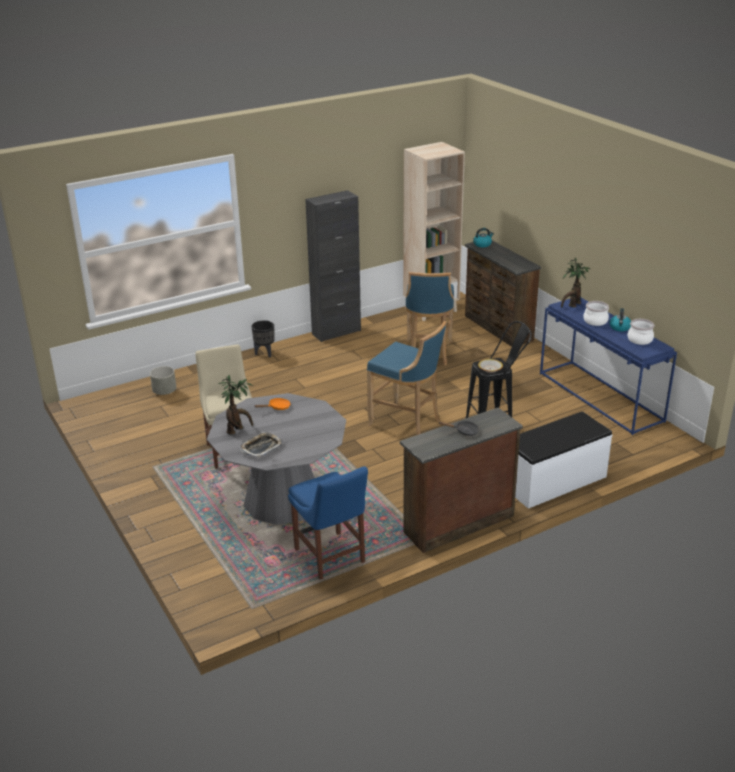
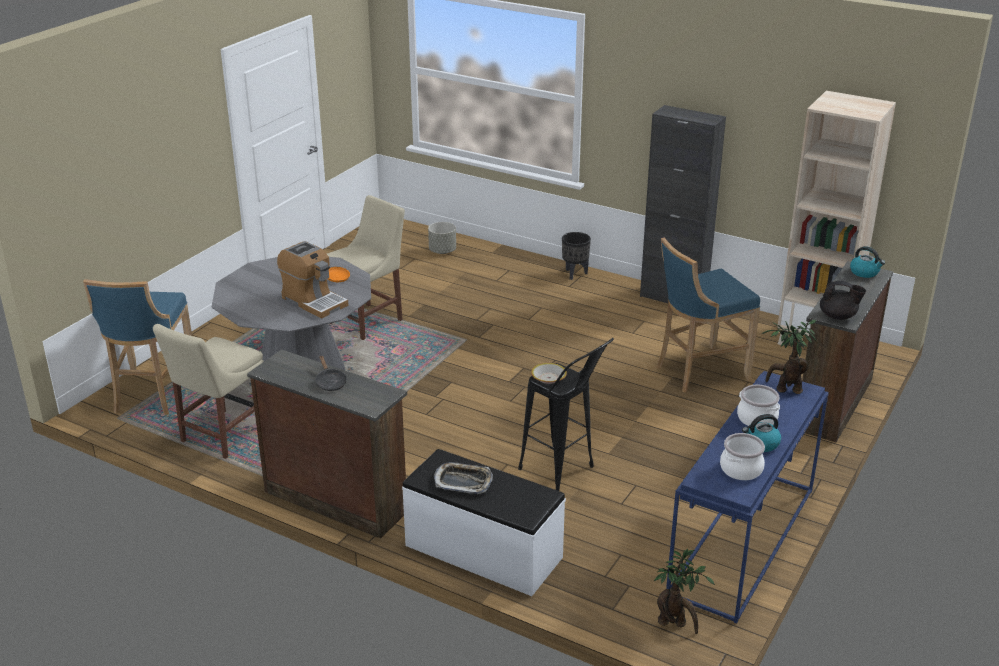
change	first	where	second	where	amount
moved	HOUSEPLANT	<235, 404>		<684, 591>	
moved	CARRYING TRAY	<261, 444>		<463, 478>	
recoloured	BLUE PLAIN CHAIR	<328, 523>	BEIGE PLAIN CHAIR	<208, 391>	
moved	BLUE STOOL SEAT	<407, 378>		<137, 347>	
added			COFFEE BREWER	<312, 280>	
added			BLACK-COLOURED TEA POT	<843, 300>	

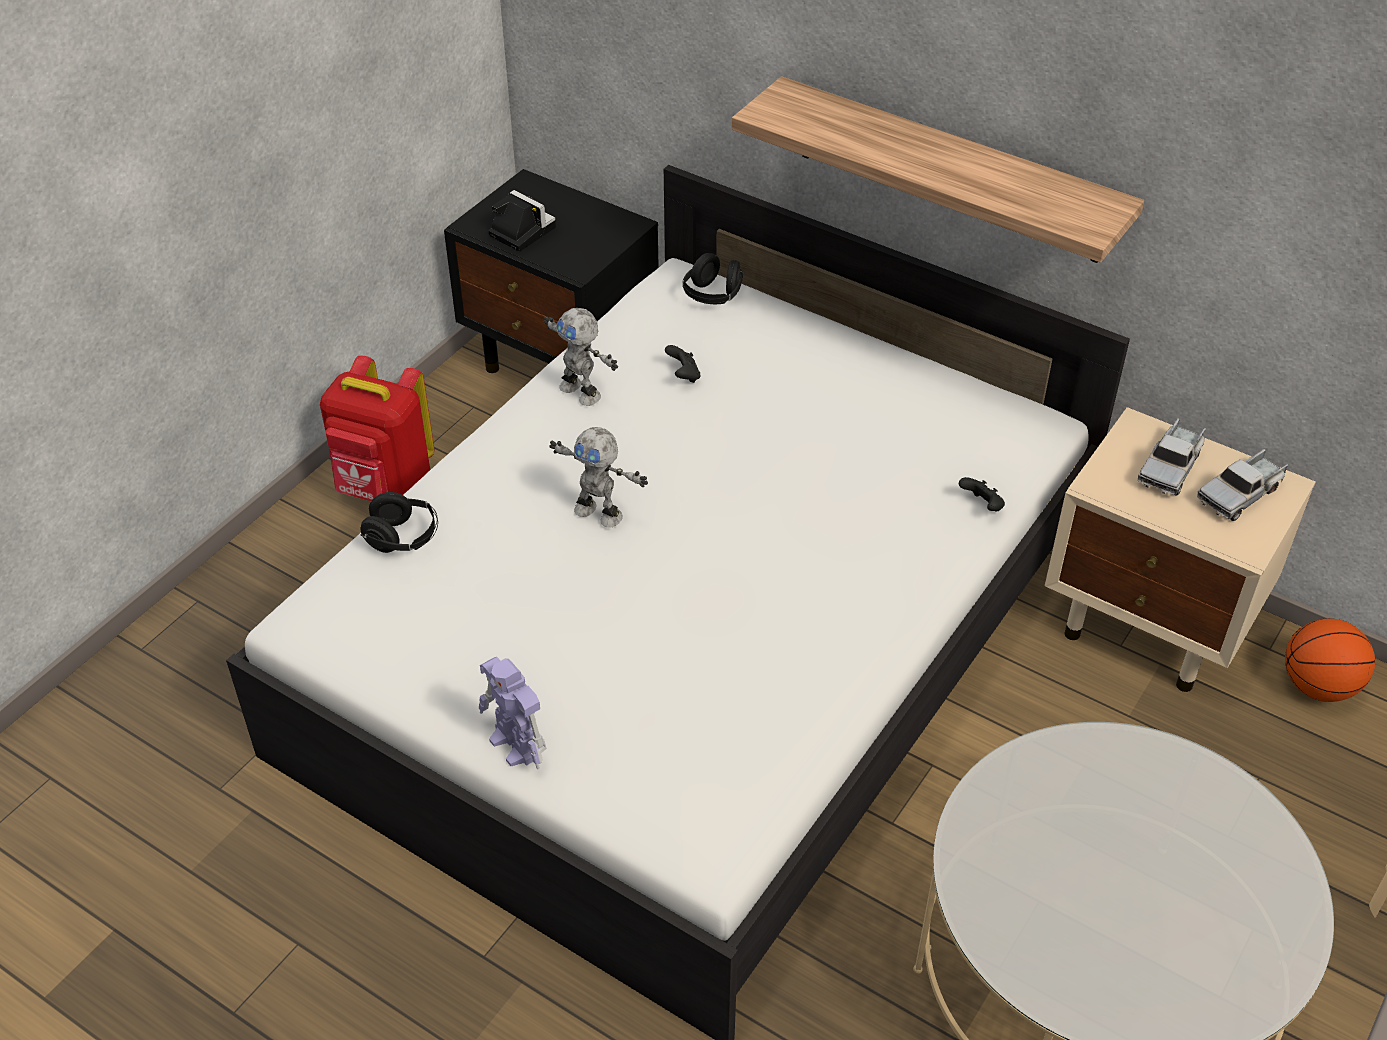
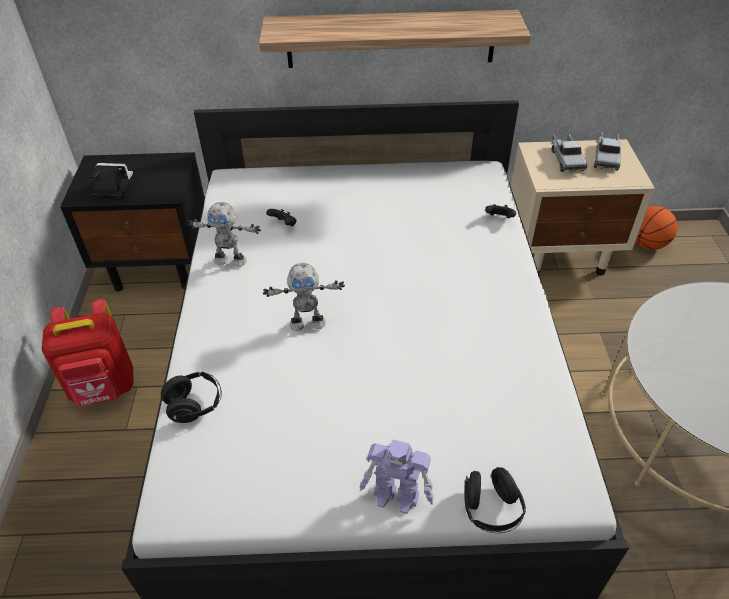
change	first	where	second	where	amount
moved	BLACK-COLOURED HEADSET	<712, 278>		<495, 500>	

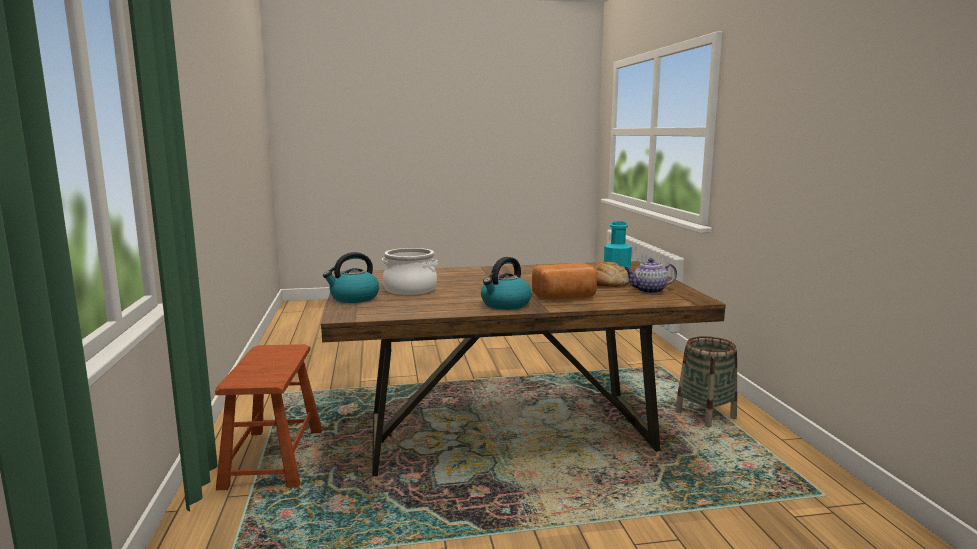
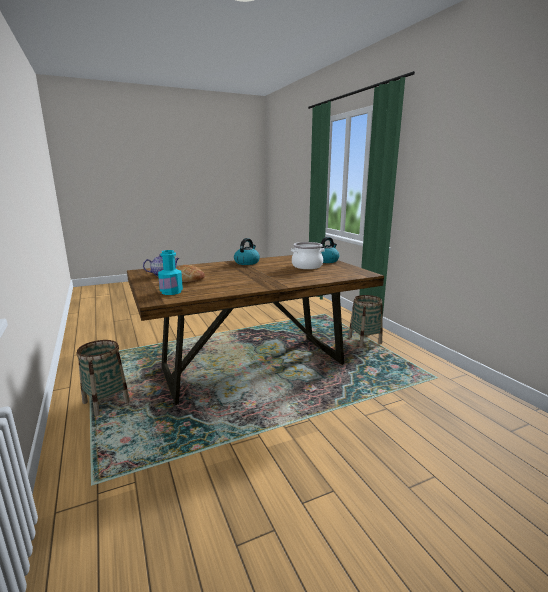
change	first	where	second	where	amount
replaced	BROWN STOOL SEAT	<268, 417>	HOUSEHOLD BASKET	<365, 321>	
removed	BREAD	<564, 281>			

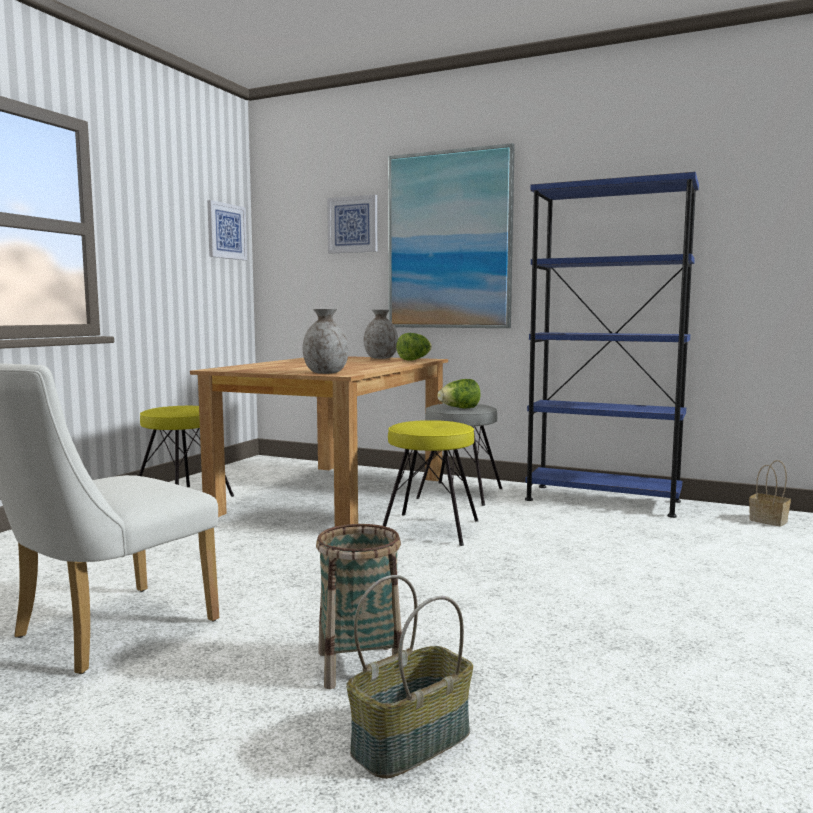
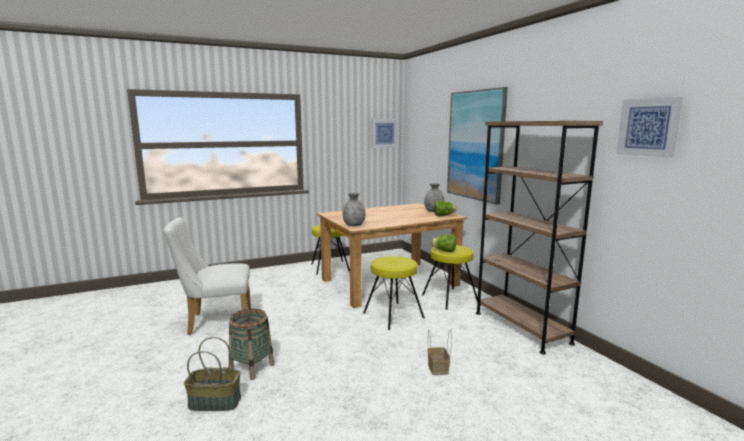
change	first	where	second	where	amount
moved	PICTURE	<352, 224>		<649, 127>	
recoloured	GRAY STOOL SEAT	<459, 455>	YELLOW STOOL SEAT	<450, 277>	
recoloured	BLUE BOOKCASE	<612, 345>	BROWN BOOKCASE	<539, 238>	
moved	HOUSEHOLD BASKET	<770, 493>		<440, 352>	

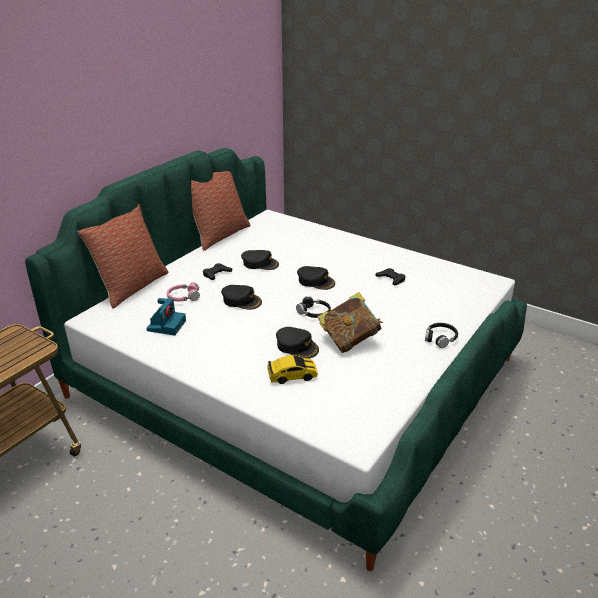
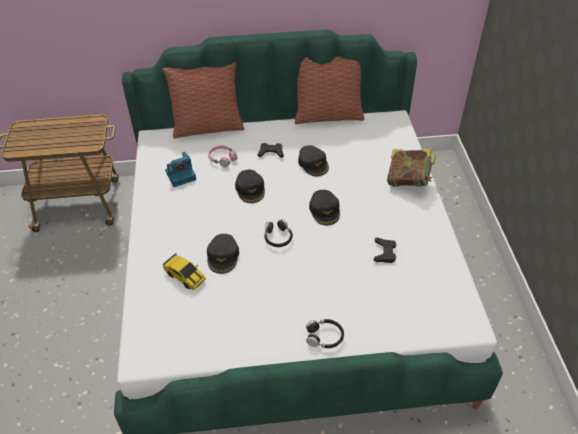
change	first	where	second	where	amount
moved	BOOK	<350, 322>		<411, 168>	

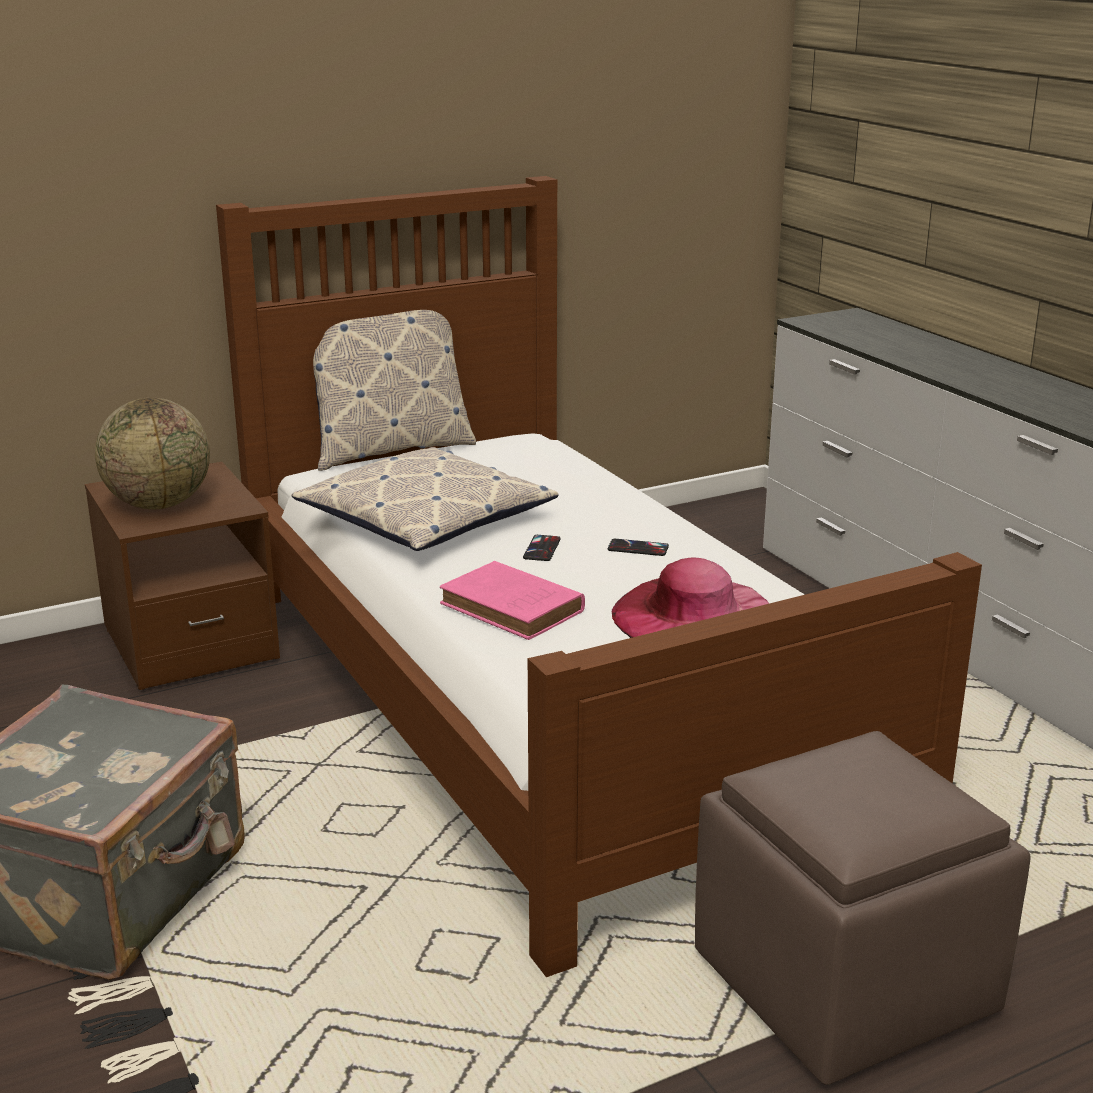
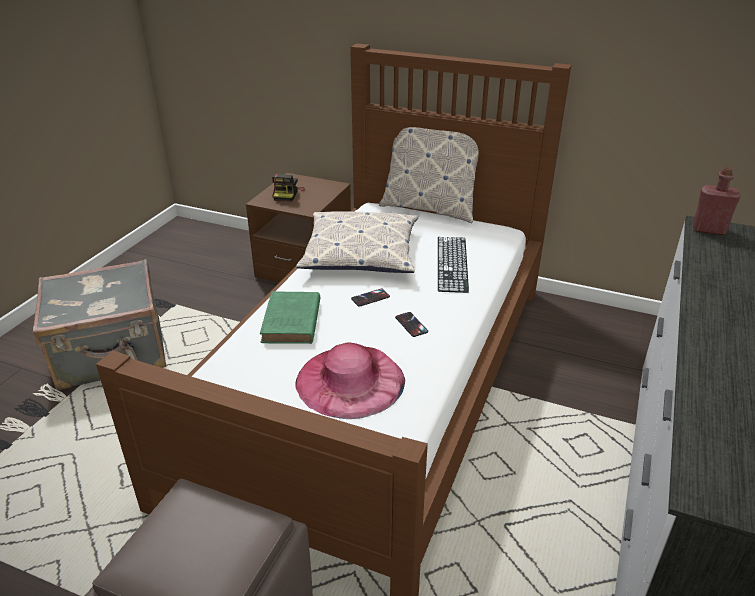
change	first	where	second	where	amount
replaced	WORLD GLOBE	<152, 453>	STILL CAMERA	<288, 188>	
recoloured	PINK-COLOURED BOOK	<512, 600>	GREEN BOOK	<290, 317>	
added			PC KEYBOARD	<453, 265>	
added			RED BOTTLE	<717, 201>	

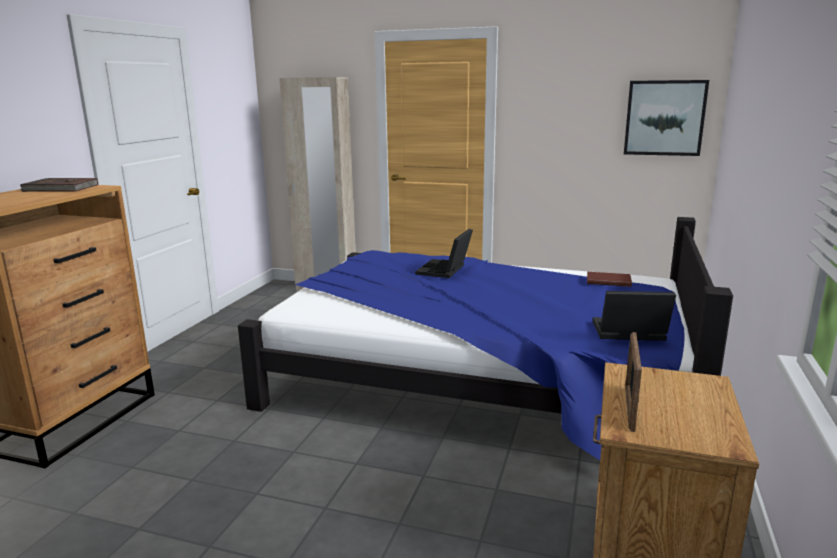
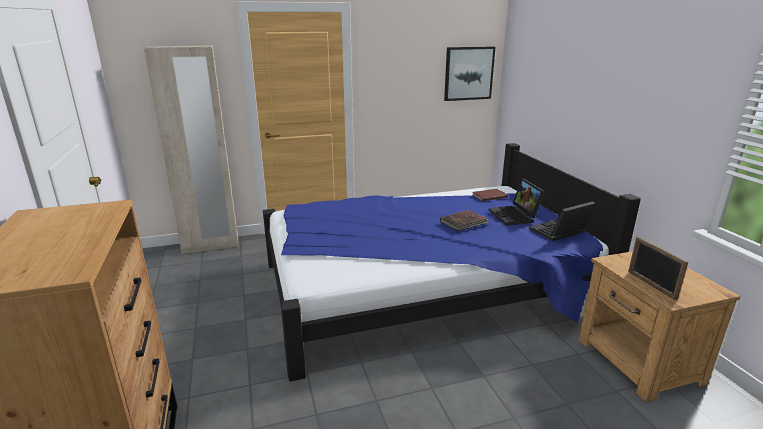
change	first	where	second	where	amount
moved	BROWN BOOK	<59, 185>		<464, 220>	
moved	PORTABLE COMPUTER	<444, 253>		<517, 202>	

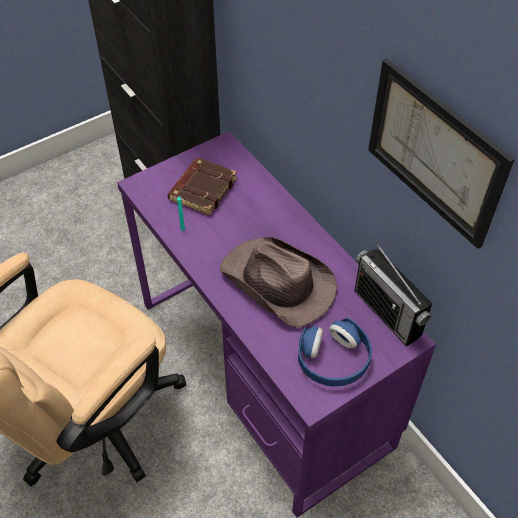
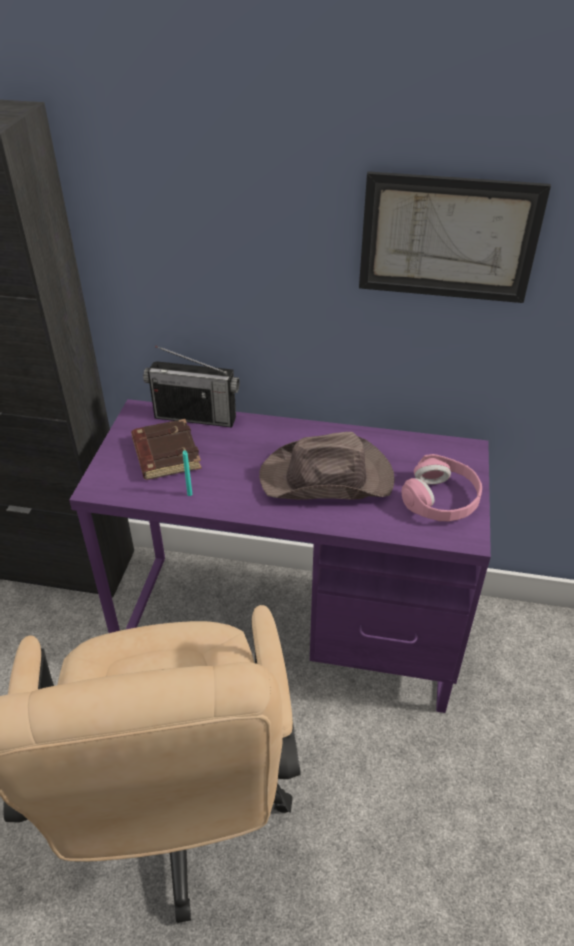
change	first	where	second	where	amount
recoloured	BLUE HEADSET	<335, 352>	PINK-COLOURED HEADSET	<441, 487>	
moved	RADIO RECEIVER	<393, 294>		<191, 387>	

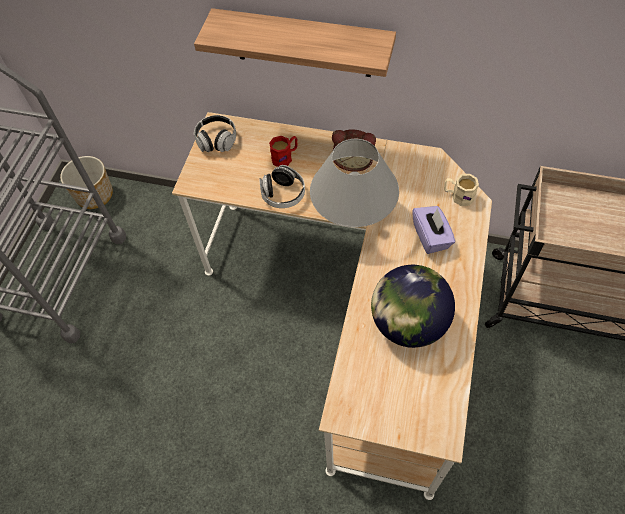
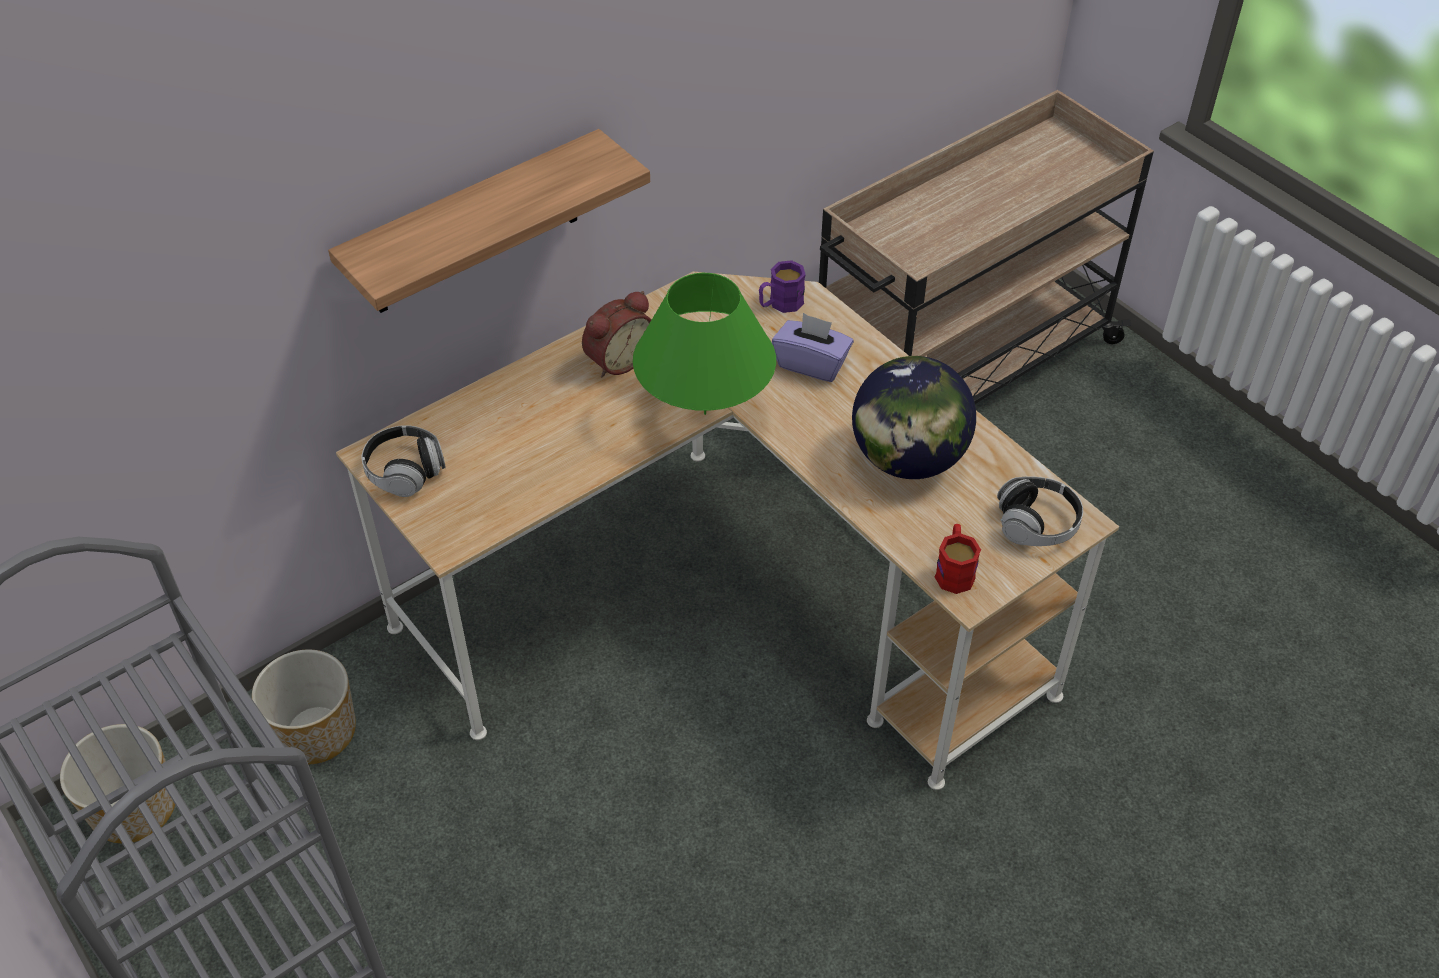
change	first	where	second	where	amount
moved	HEADSET	<282, 186>		<1040, 511>	
moved	RED COFFEE MUG	<283, 151>		<958, 559>	
recoloured	GRAY LAMP FOR A TABLE	<354, 183>	GREEN LAMP FOR A TABLE	<704, 344>	
recoloured	BEIGE COFFEE MUG	<461, 190>	PURPLE COFFEE MUG	<782, 286>	
added			PLANT POT	<304, 707>	

